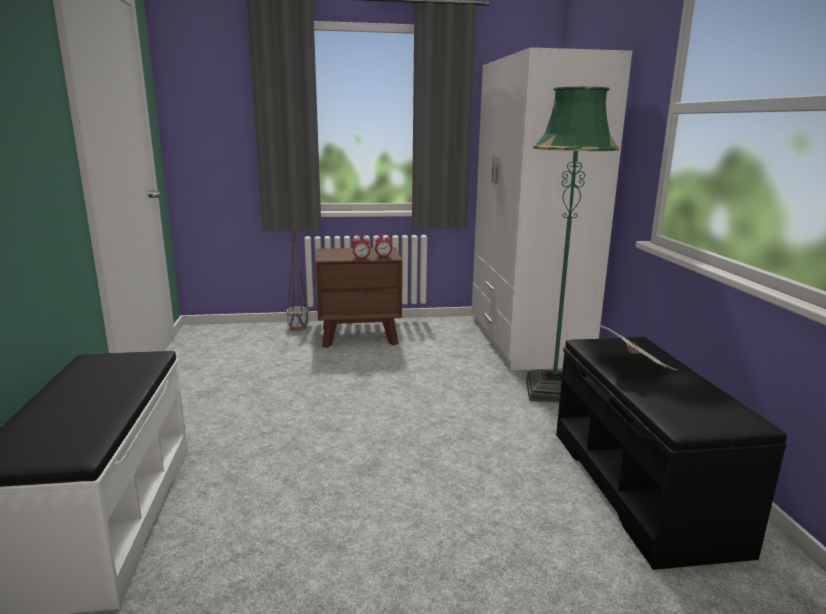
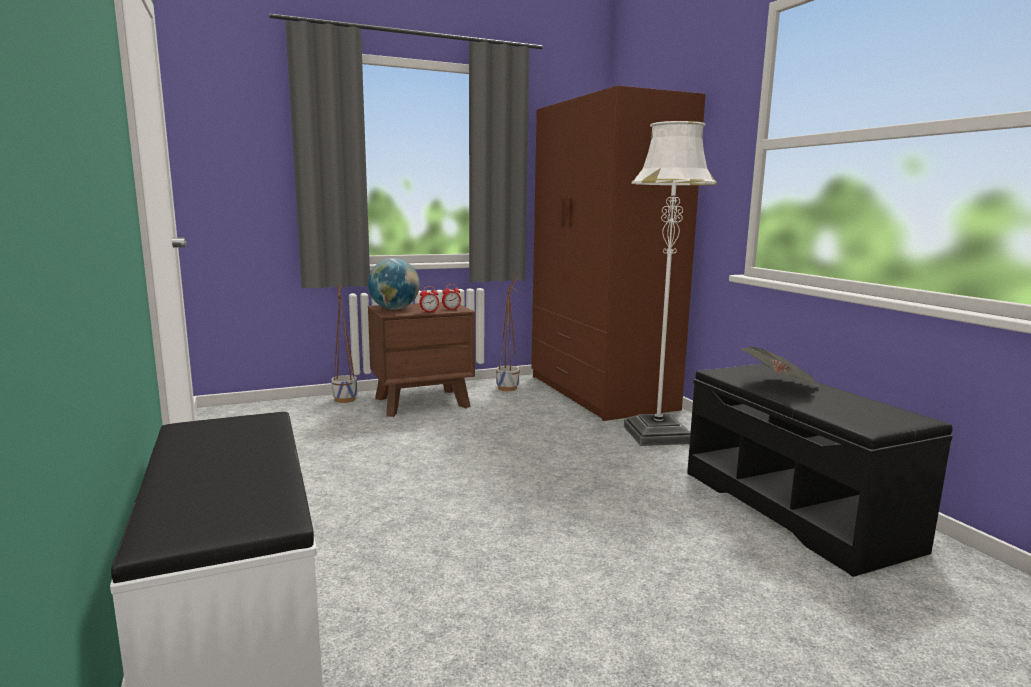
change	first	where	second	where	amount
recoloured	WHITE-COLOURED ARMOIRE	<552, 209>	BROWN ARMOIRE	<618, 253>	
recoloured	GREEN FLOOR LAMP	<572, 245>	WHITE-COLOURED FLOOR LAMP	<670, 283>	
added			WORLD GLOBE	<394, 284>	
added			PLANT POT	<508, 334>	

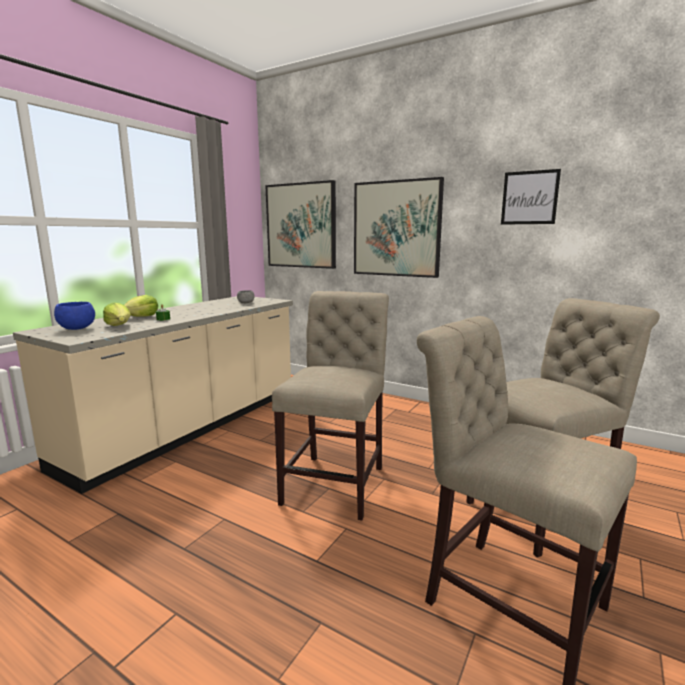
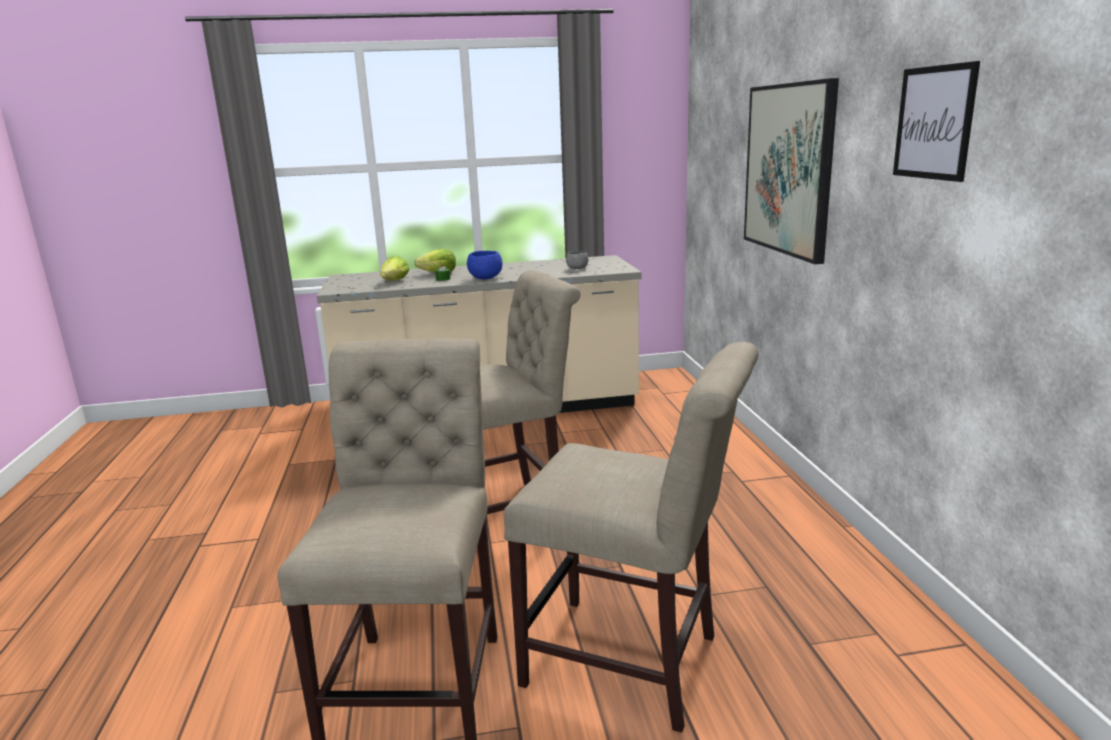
change	first	where	second	where	amount
moved	BLUE SERVING BOWL	<74, 316>		<484, 265>	
removed	PICTURE	<300, 224>			

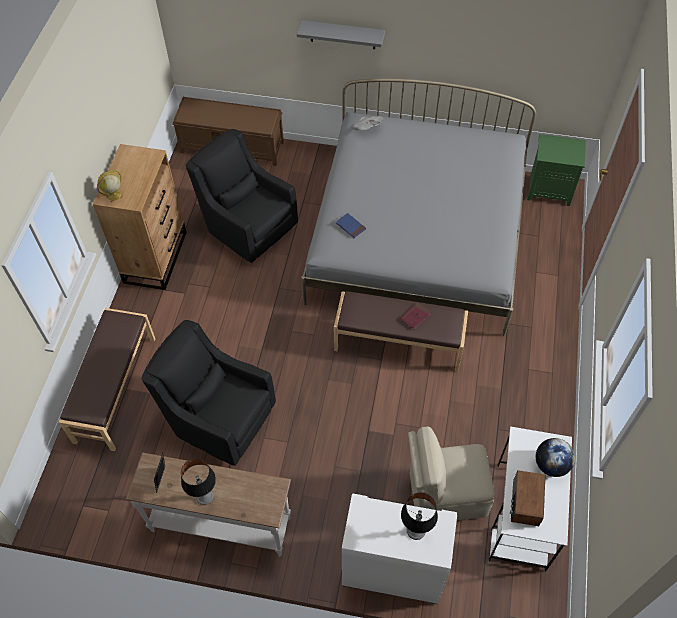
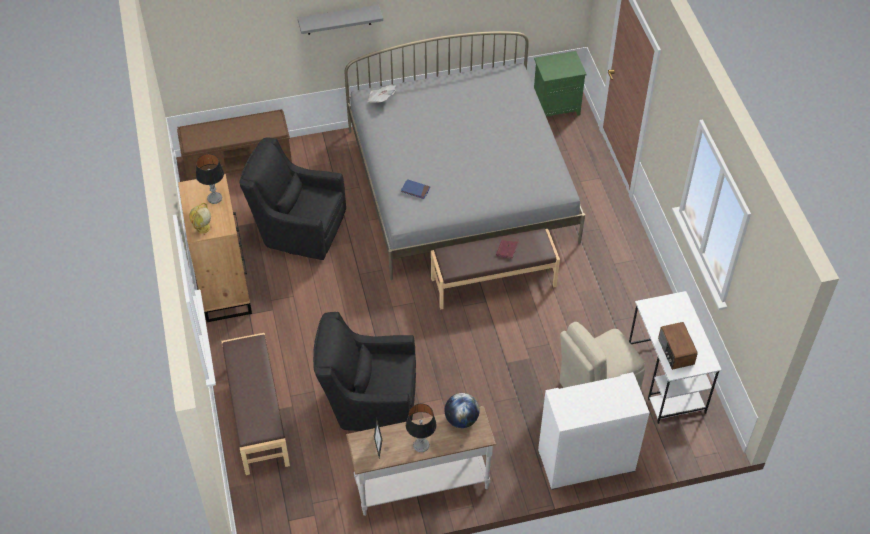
change	first	where	second	where	amount
moved	LAMP FOR A TABLE	<419, 516>		<210, 179>	
moved	WORLD GLOBE	<555, 457>		<462, 410>	

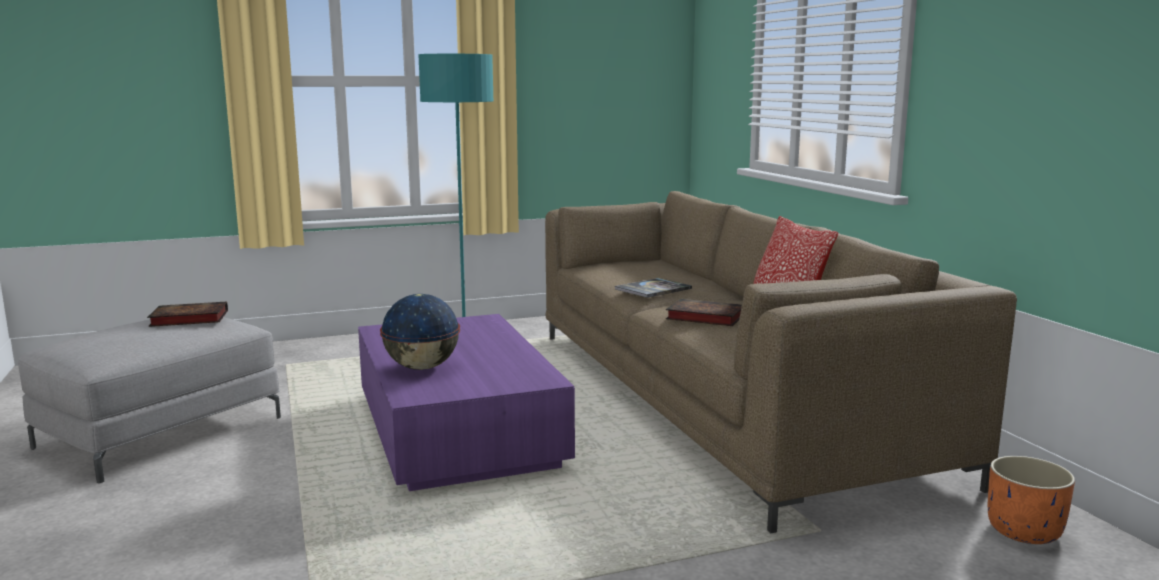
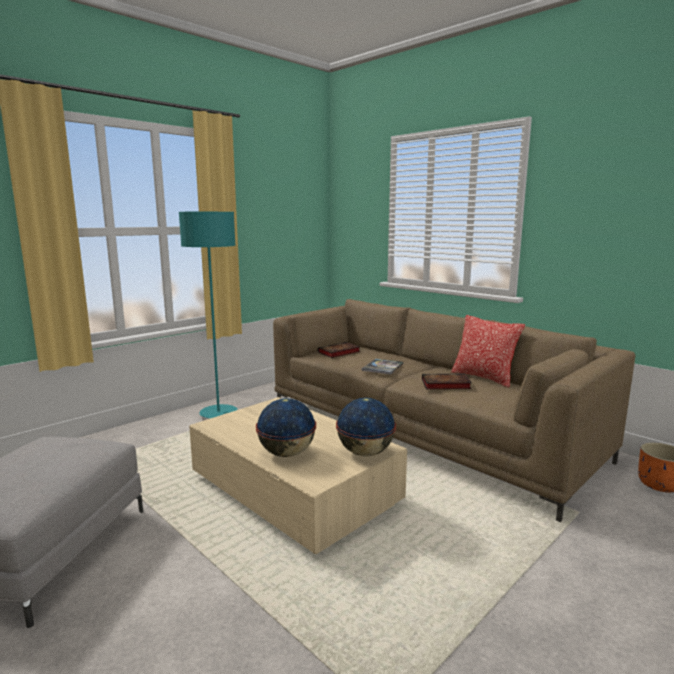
change	first	where	second	where	amount
moved	BOOK	<187, 314>		<339, 350>	
recoloured	PURPLE LOW TABLE	<466, 402>	BEIGE LOW TABLE	<298, 475>	
added			WORLD GLOBE	<366, 427>	

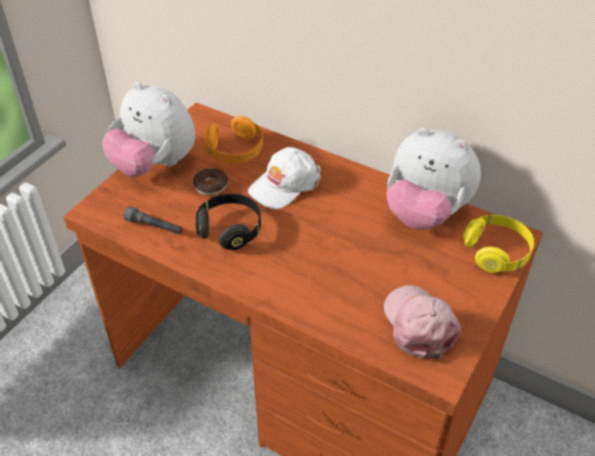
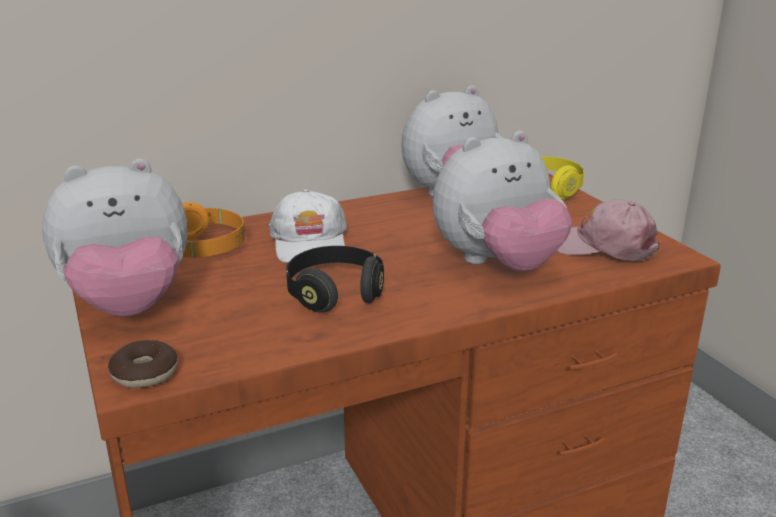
change	first	where	second	where	amount
removed	GRAY TORCH	<153, 220>			
moved	DOUGHNUT	<210, 182>		<143, 364>	
added			CUDDLY TOY	<502, 201>	

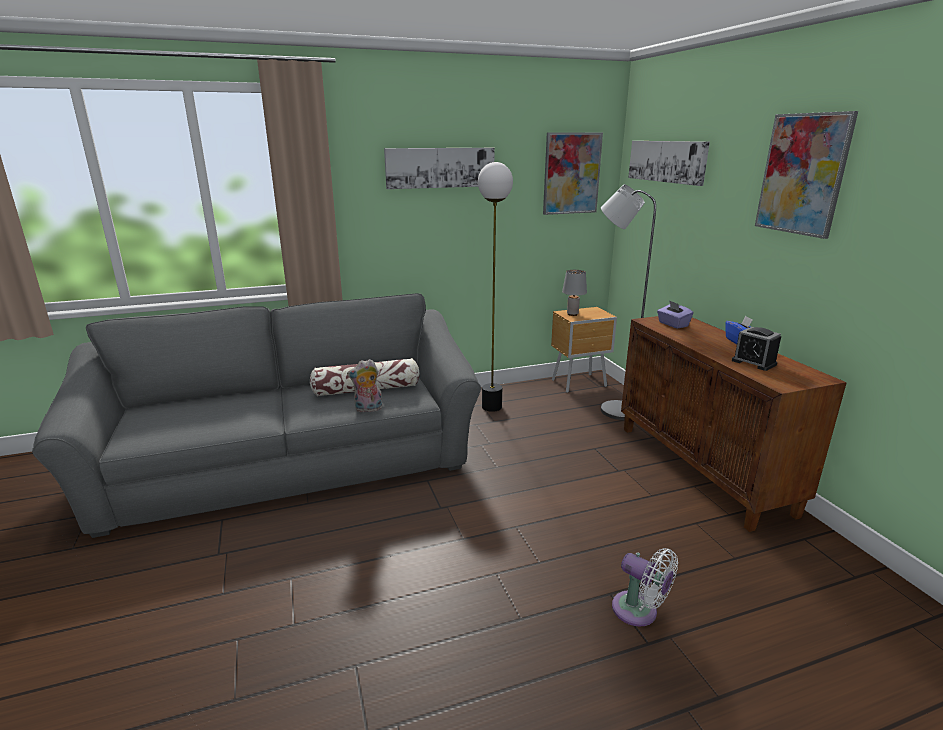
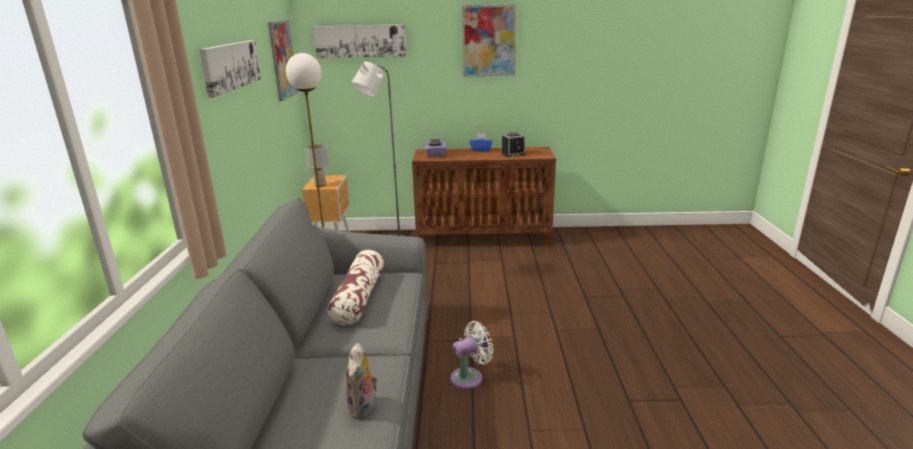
change	first	where	second	where	amount
moved	CUDDLY TOY	<365, 386>		<362, 381>	
moved	WHITE-COLOURED COOLING FAN	<645, 587>		<471, 355>	

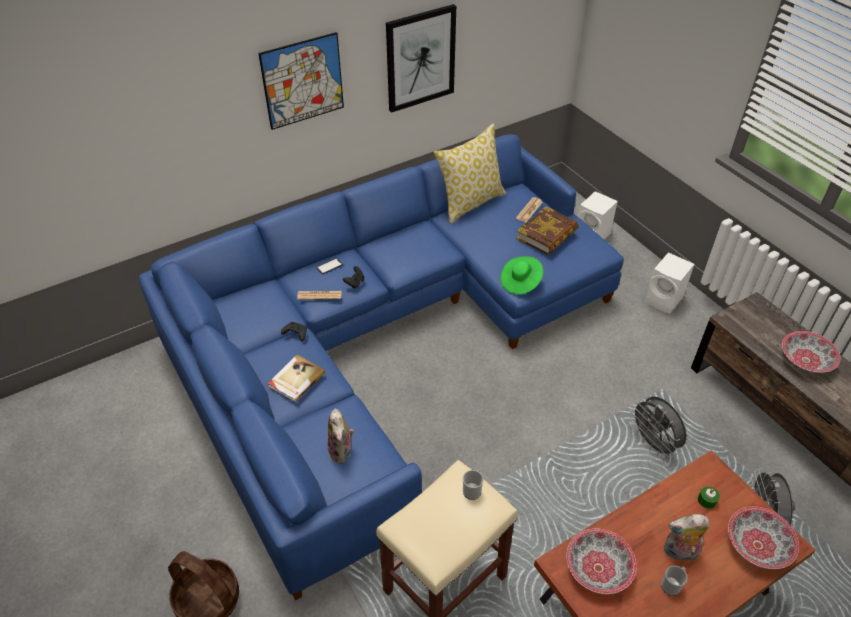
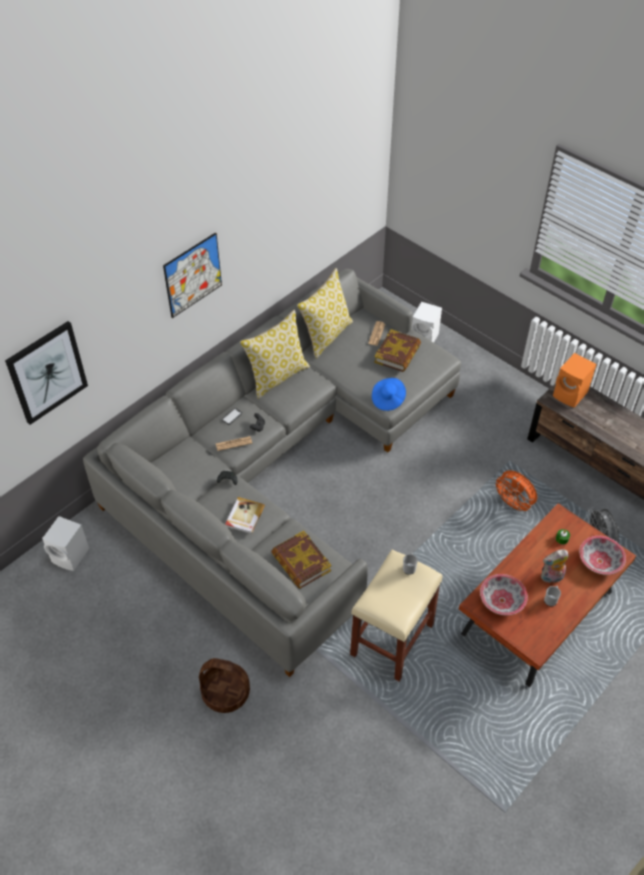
change	first	where	second	where	amount
recoloured	BLUE SOFA	<381, 367>	GRAY SOFA	<272, 473>	
replaced	CUDDLY TOY	<340, 436>	BOOK	<301, 559>	
moved	PICTURE	<421, 58>		<46, 373>	
recoloured	GREEN HAT	<521, 275>	BLUE HAT	<389, 394>	
recoloured	GRAY COOLING FAN	<658, 427>	ORANGEY COOLING FAN	<514, 492>	
moved	WHITE-COLOURED SPEAKER	<669, 283>		<65, 543>	
removed	SERVING BOWL	<811, 352>			
added			THROW PILLOW	<275, 354>	
added			ORANGEY SPEAKER	<575, 380>	

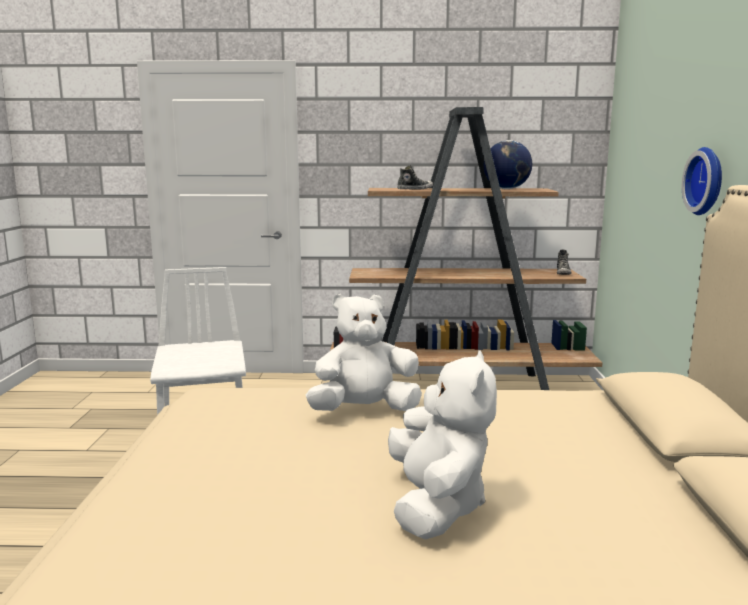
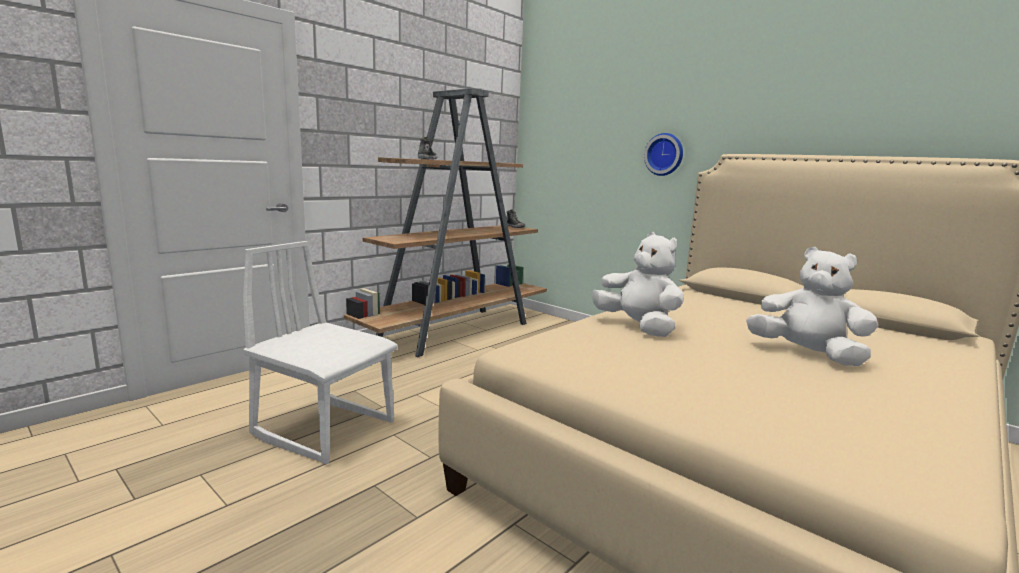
change	first	where	second	where	amount
turned	WHITE-COLOURED CUDDLY TOY	<364, 352>		<638, 284>	120 degrees clockwise
removed	WORLD GLOBE	<508, 164>			

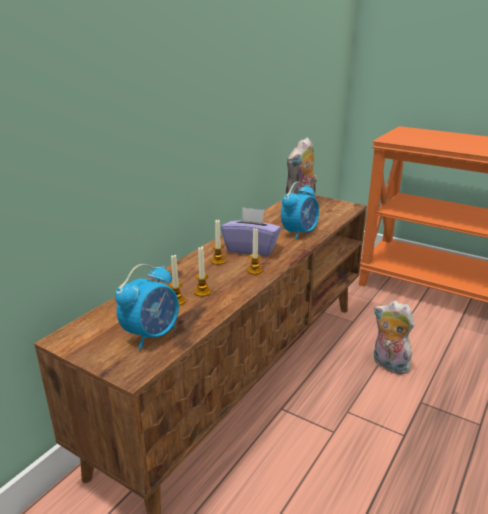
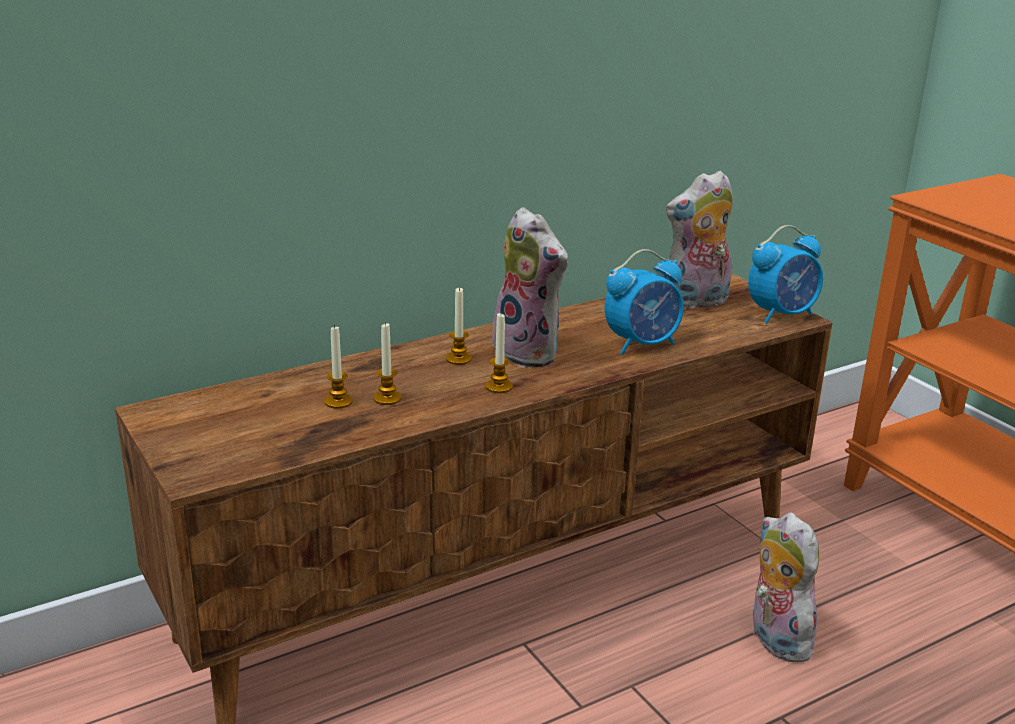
change	first	where	second	where	amount
moved	ALARM CLOCK	<147, 307>		<785, 274>	
replaced	PURPLE TISSUE HOLDER	<251, 232>	CUDDLY TOY	<527, 287>	

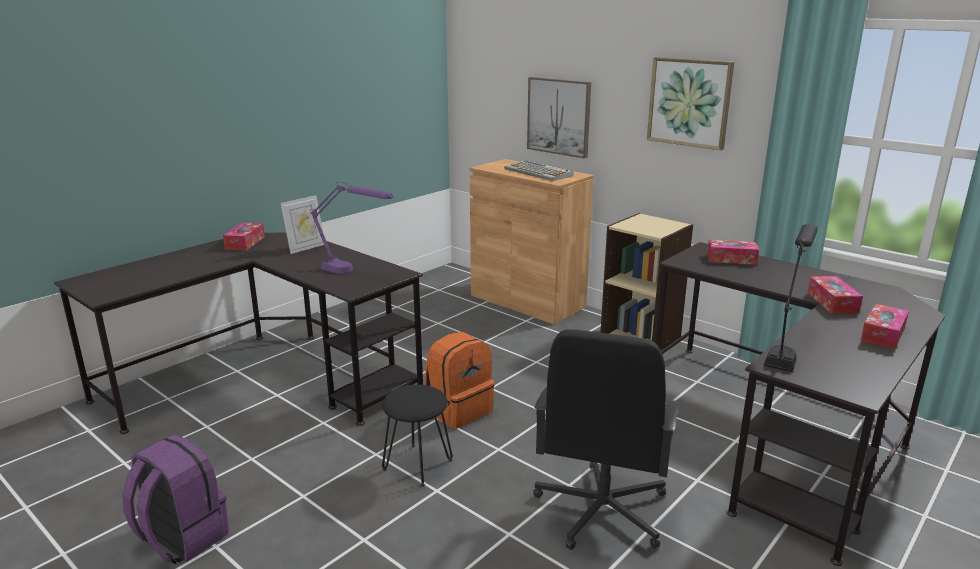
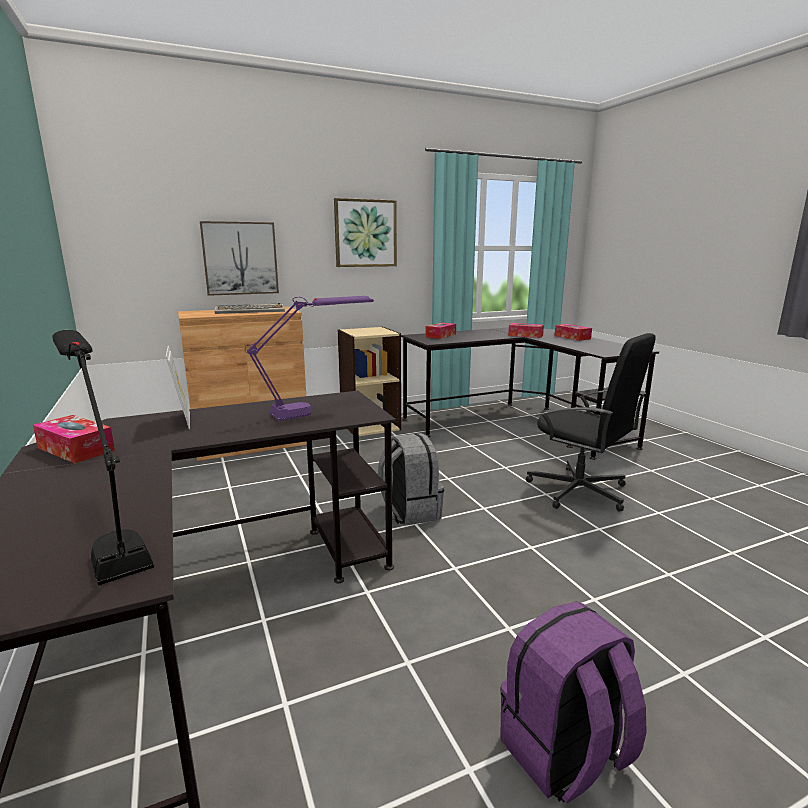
change	first	where	second	where	amount
removed	BLACK-COLOURED STOOL SEAT	<417, 436>			
recoloured	ORANGEY BACKPACK	<459, 380>	GRAY BACKPACK	<411, 479>	
moved	BLACK-COLOURED LAMP FOR A TABLE	<791, 298>		<103, 458>	

